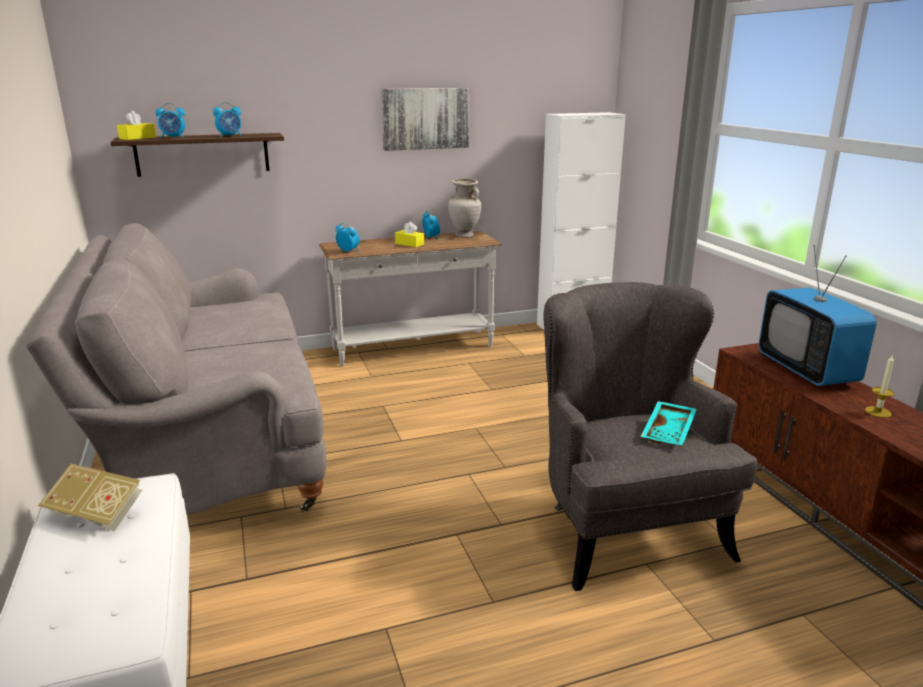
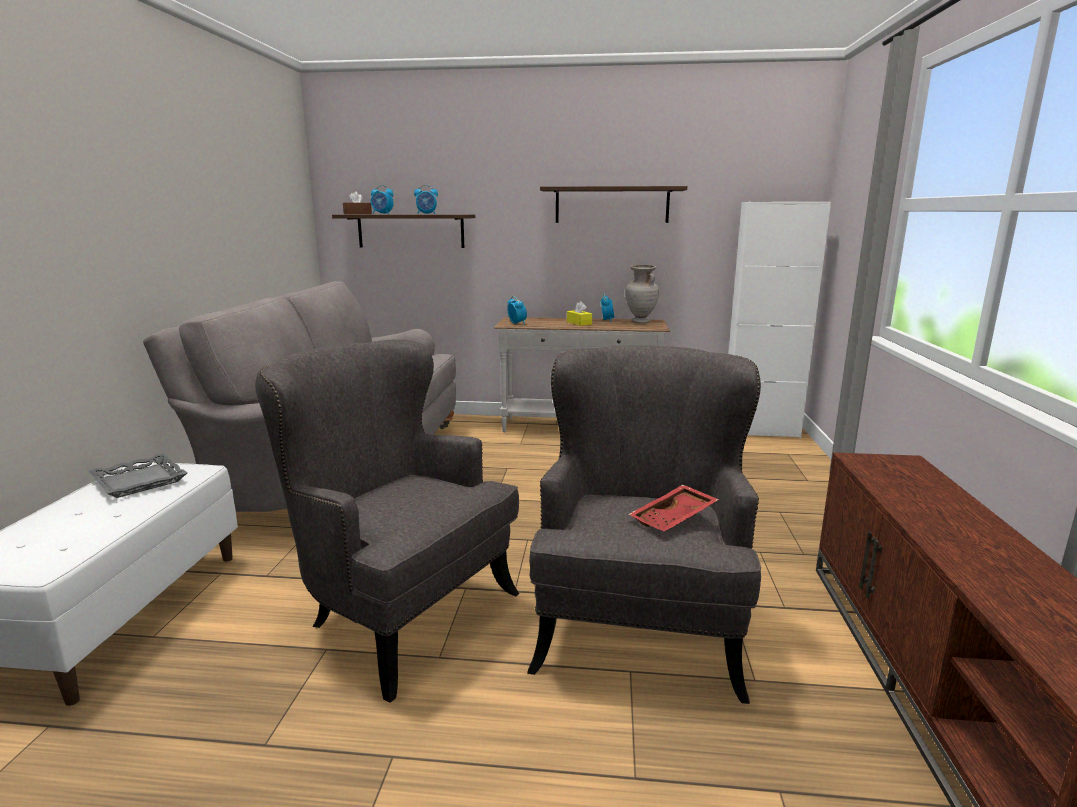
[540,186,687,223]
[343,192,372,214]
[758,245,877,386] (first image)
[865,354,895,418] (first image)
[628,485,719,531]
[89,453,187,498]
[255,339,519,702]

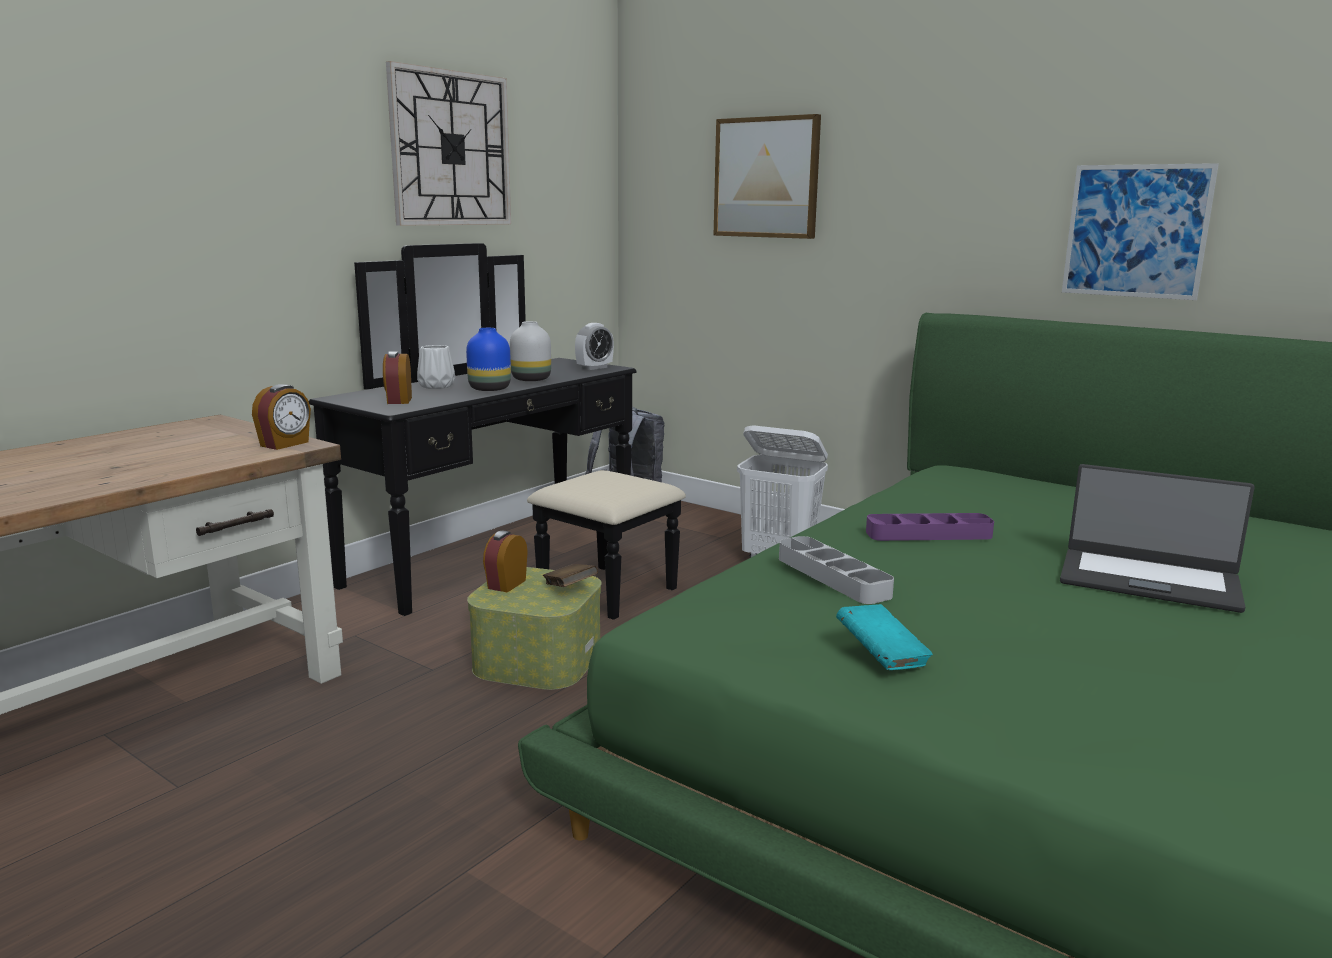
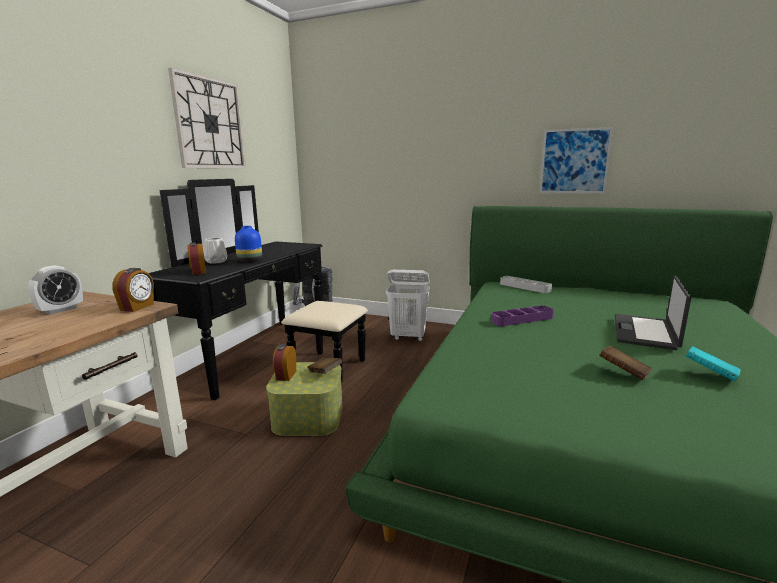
[714,114,821,239] (first image)
[510,321,551,381] (first image)
[28,265,83,314]
[615,276,692,350]
[500,276,552,293]
[685,346,741,381]
[599,346,652,380]

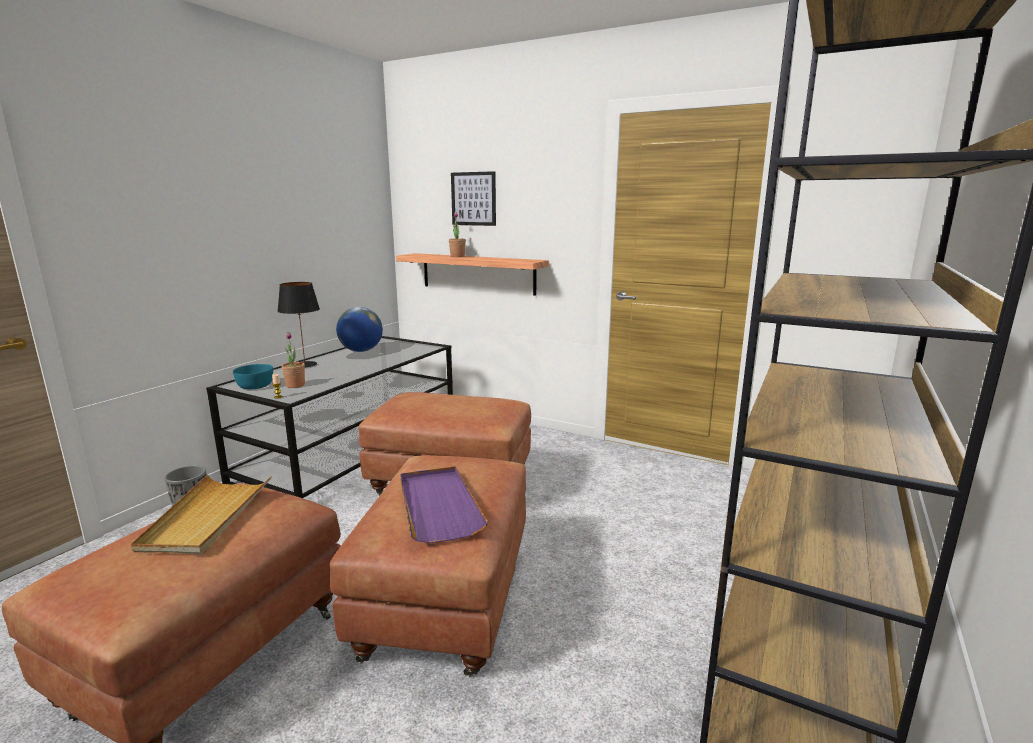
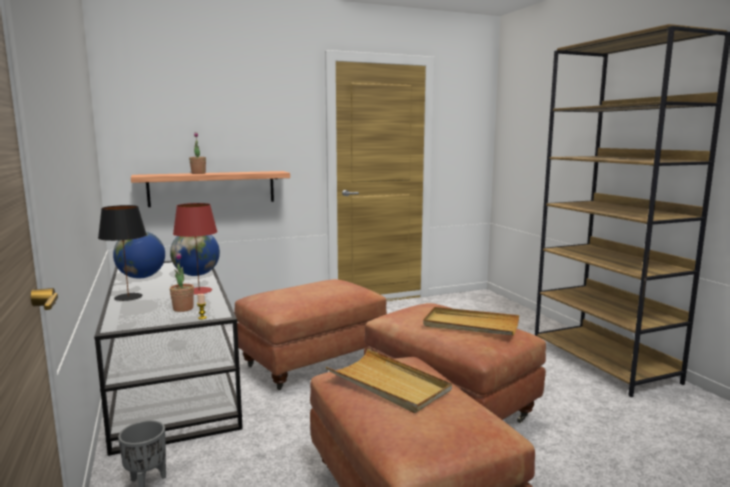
[451,171,496,226] (first image)
[233,364,273,389] (first image)
[423,307,519,336]
[173,203,218,294]
[170,235,220,276]

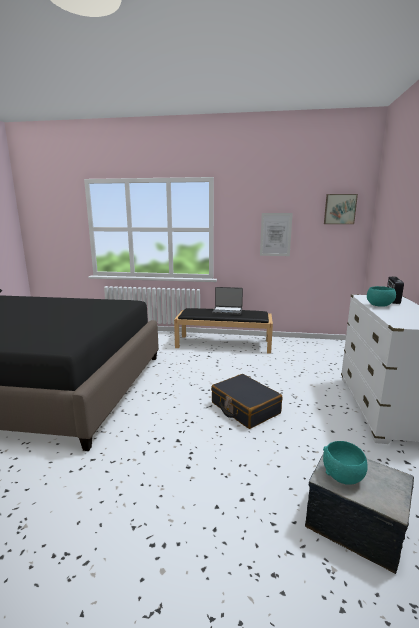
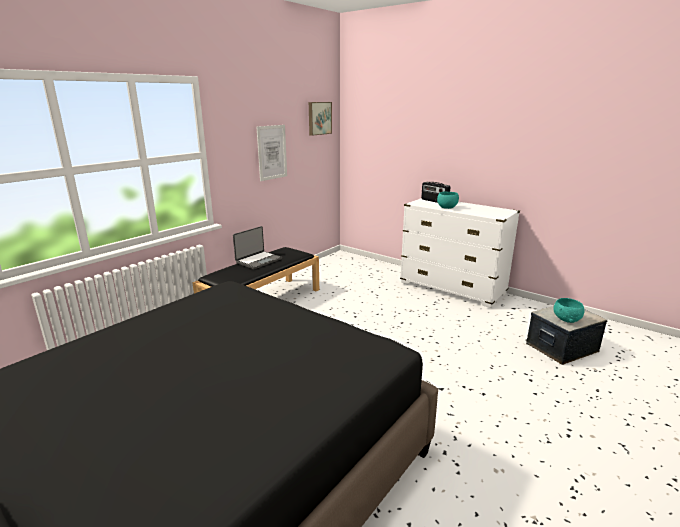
[211,374,282,429] (first image)

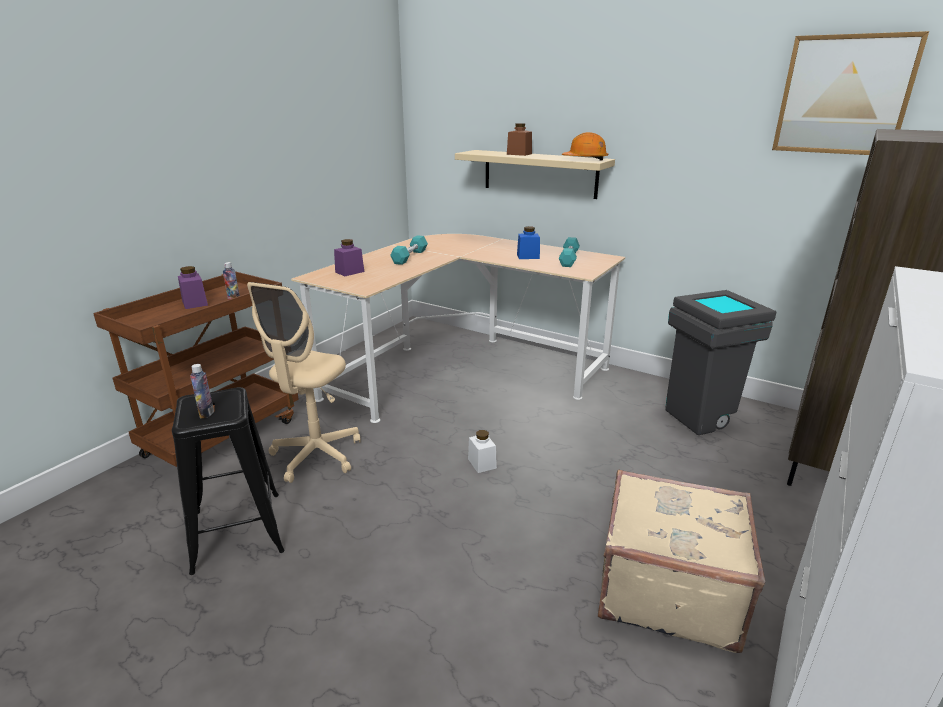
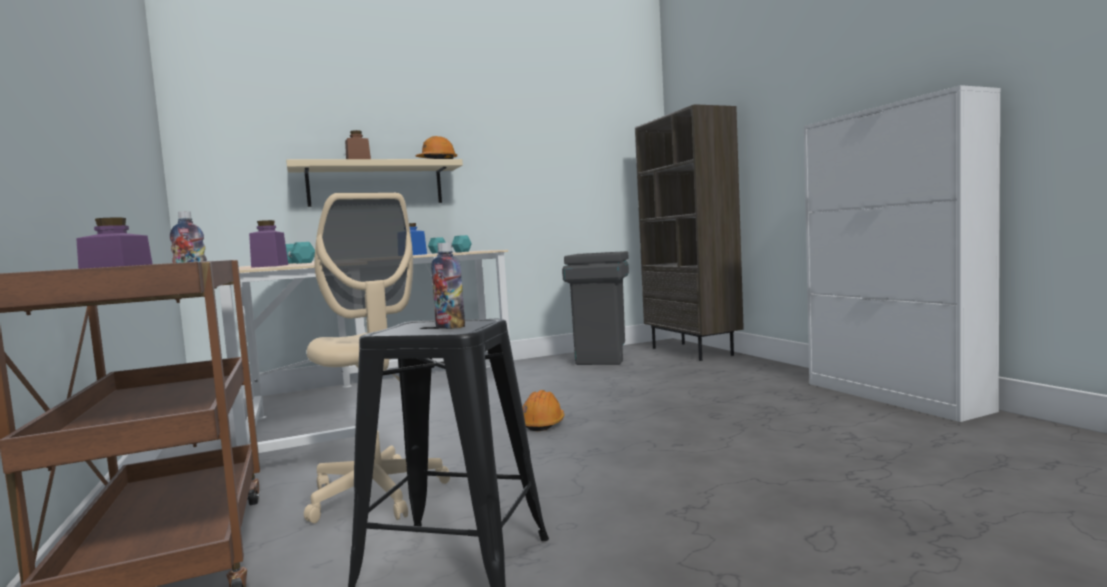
[772,31,929,155] (first image)
[522,390,565,431]
[598,470,766,653] (first image)

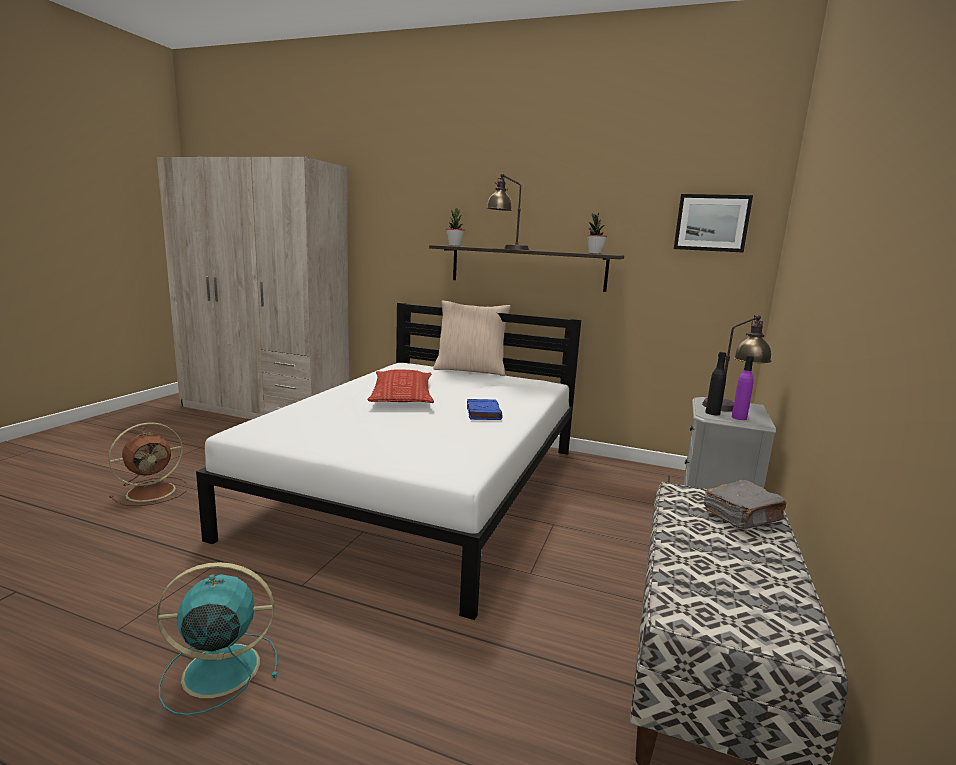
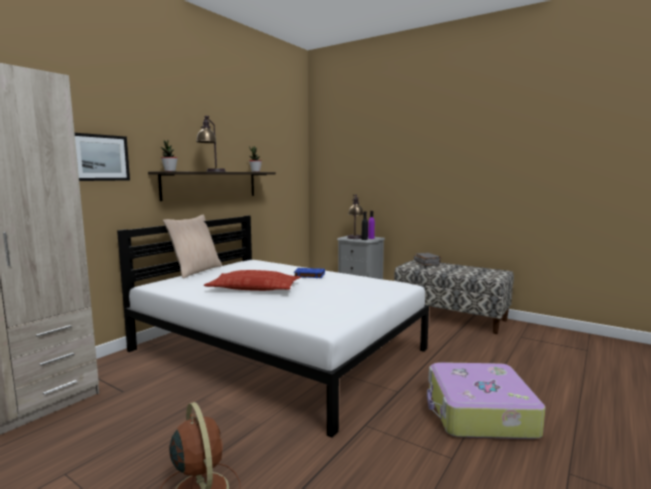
[75,133,130,181]
[427,362,546,439]

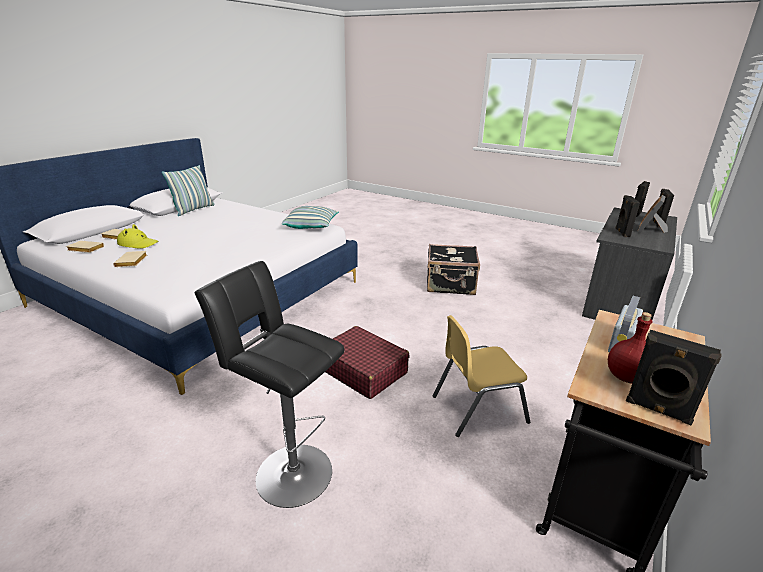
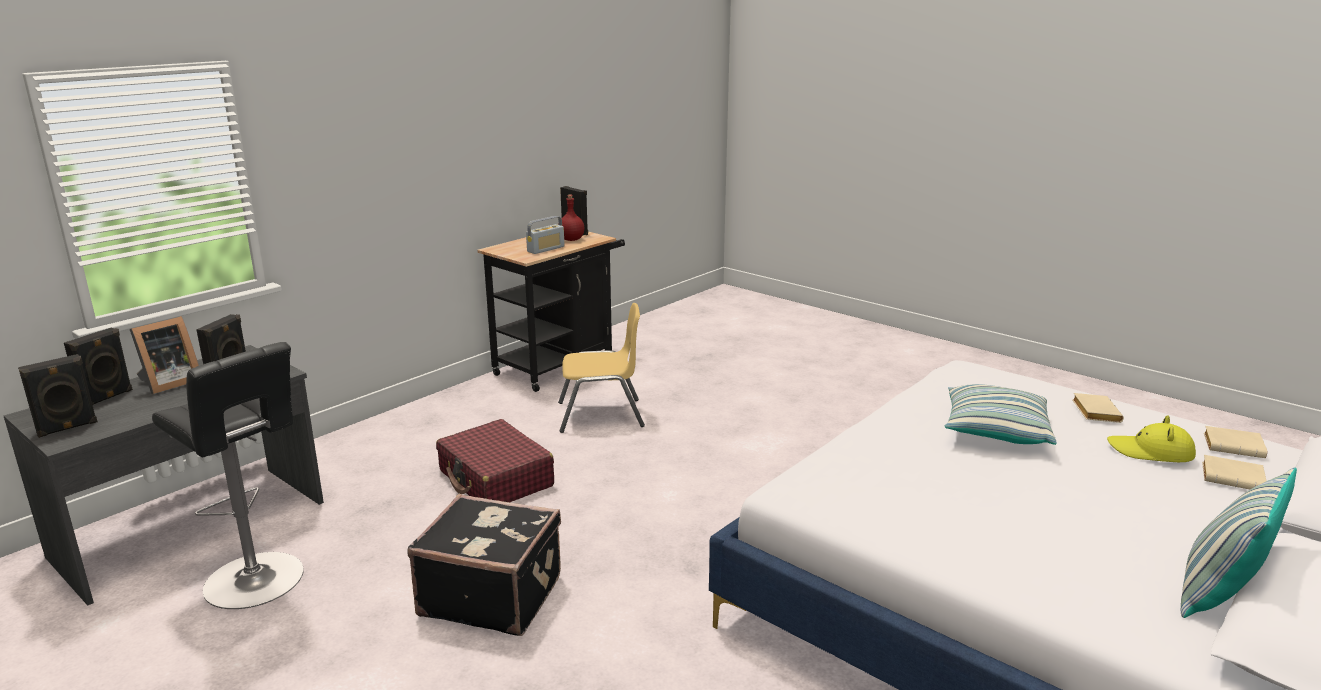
[945,384,1057,445]
[152,342,304,609]
[436,419,554,502]

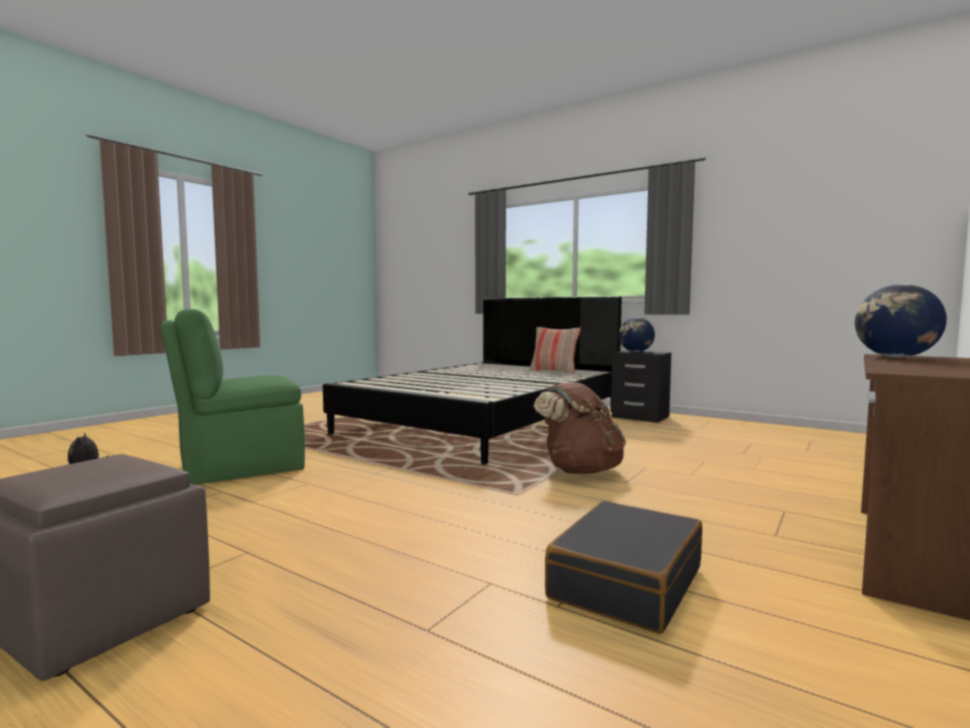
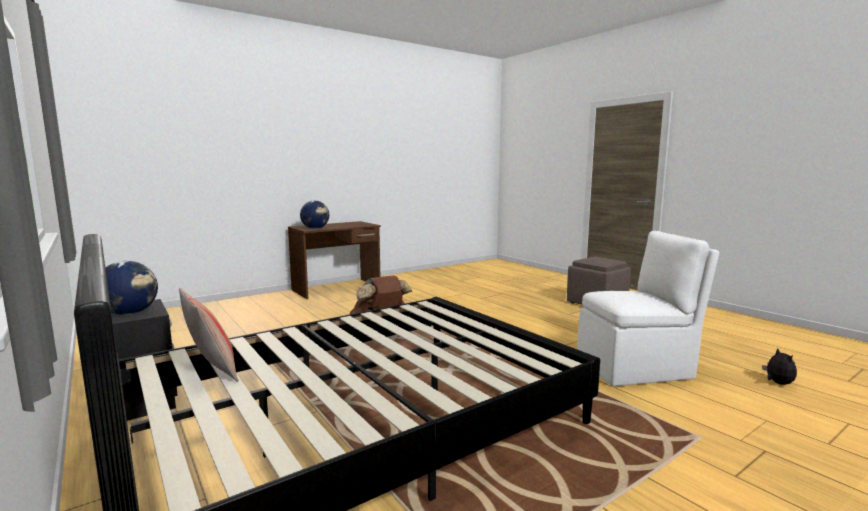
[577,231,719,387]
[545,501,702,634] (first image)

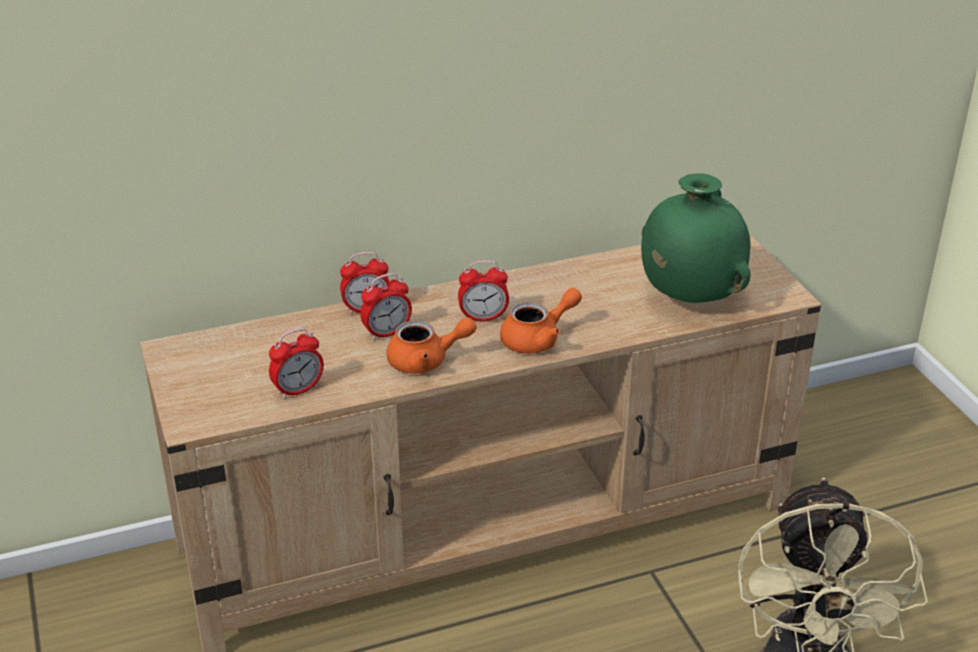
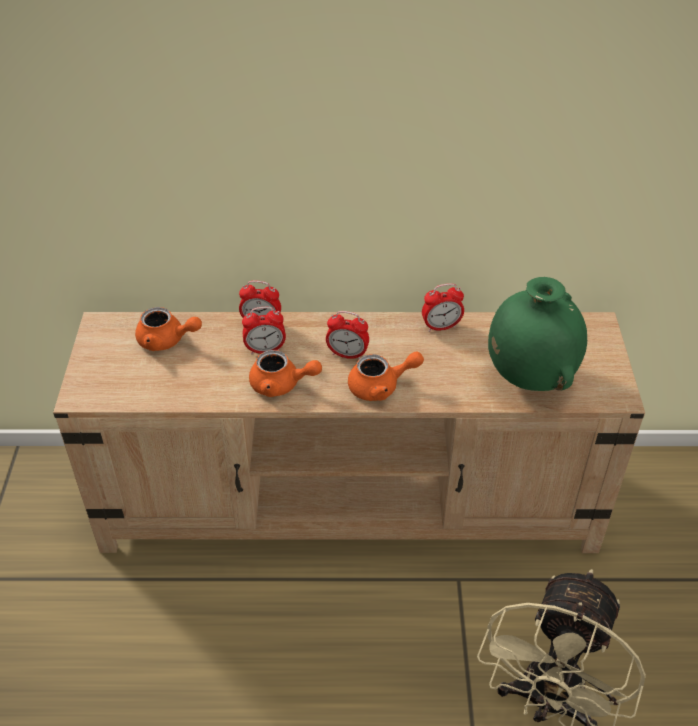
[422,283,464,332]
[135,307,202,351]

